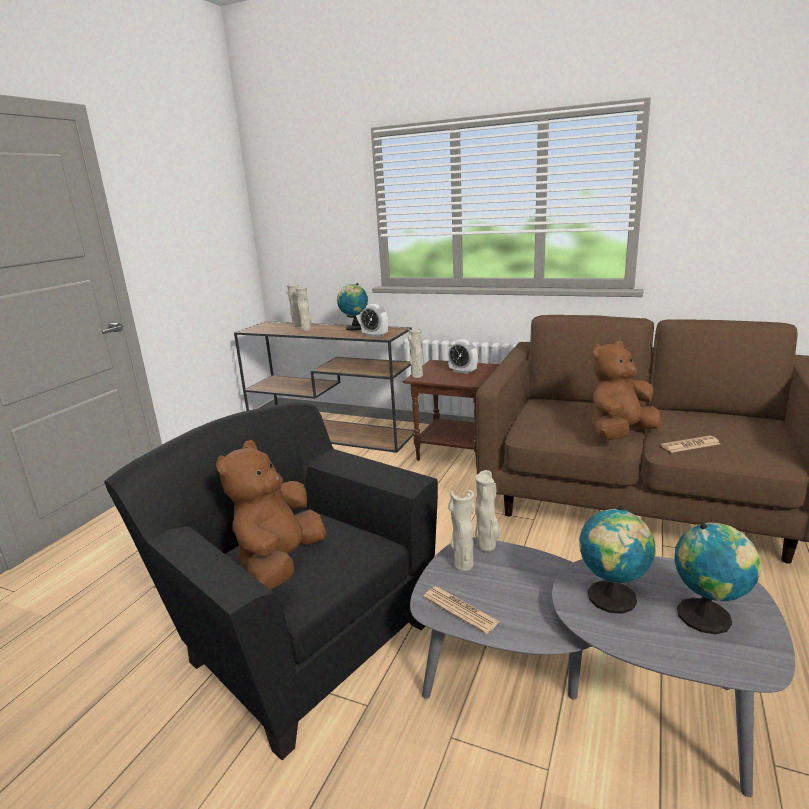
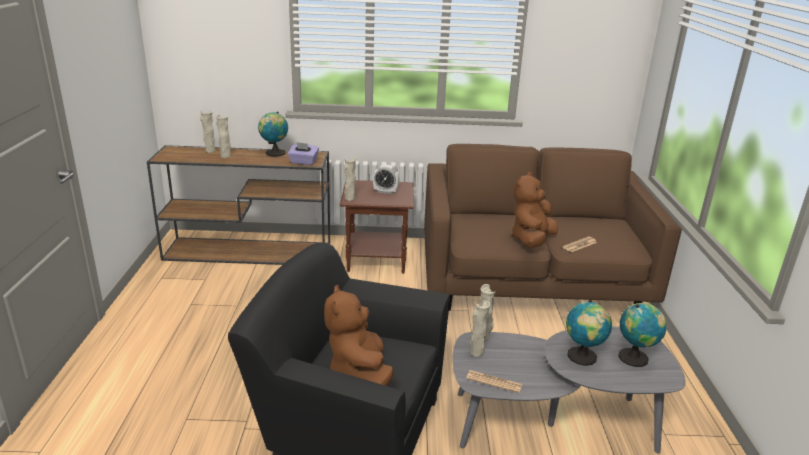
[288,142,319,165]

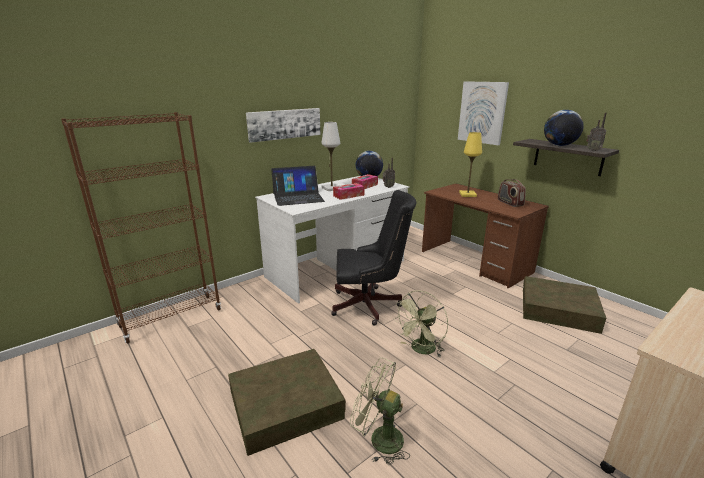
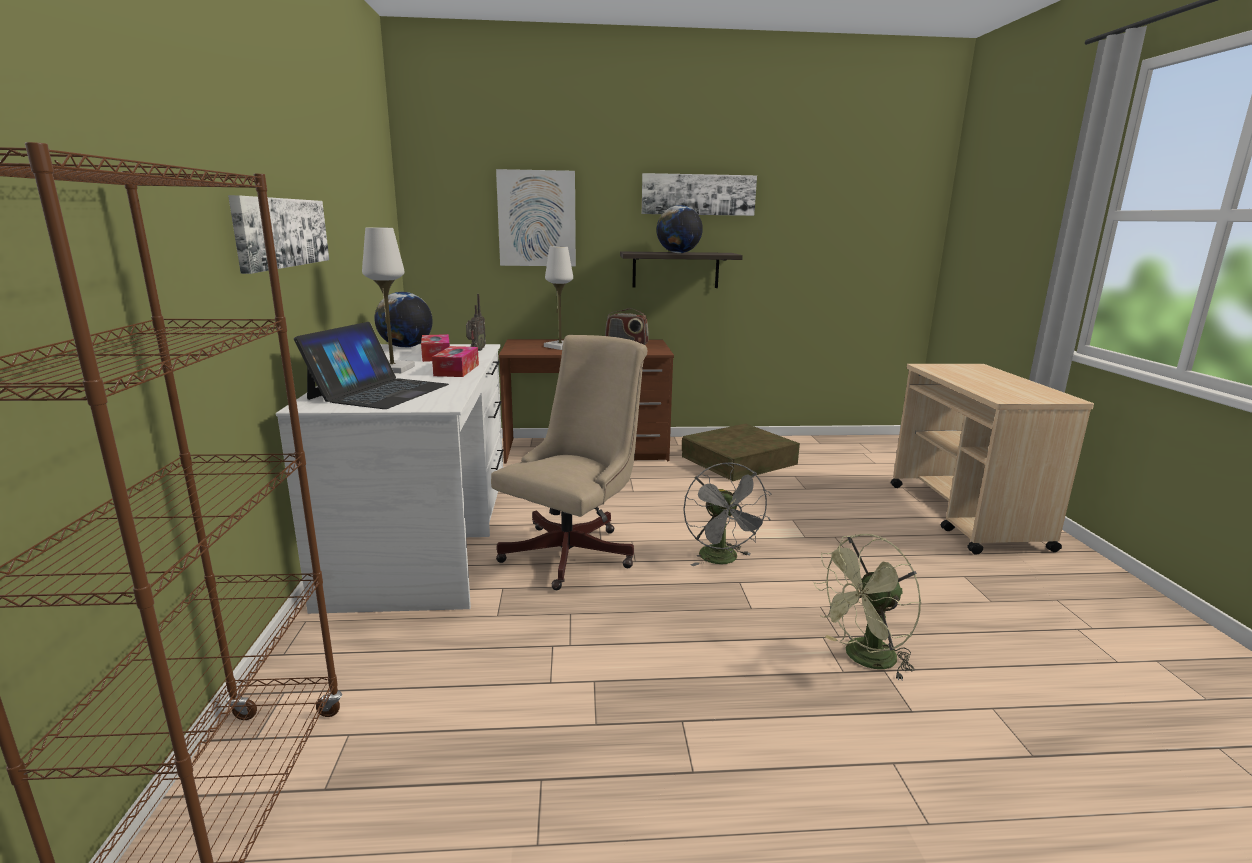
[586,113,607,151] (first image)
[544,246,573,350]
[491,335,647,590]
[683,462,771,566]
[228,349,346,456] (first image)
[642,173,757,216]

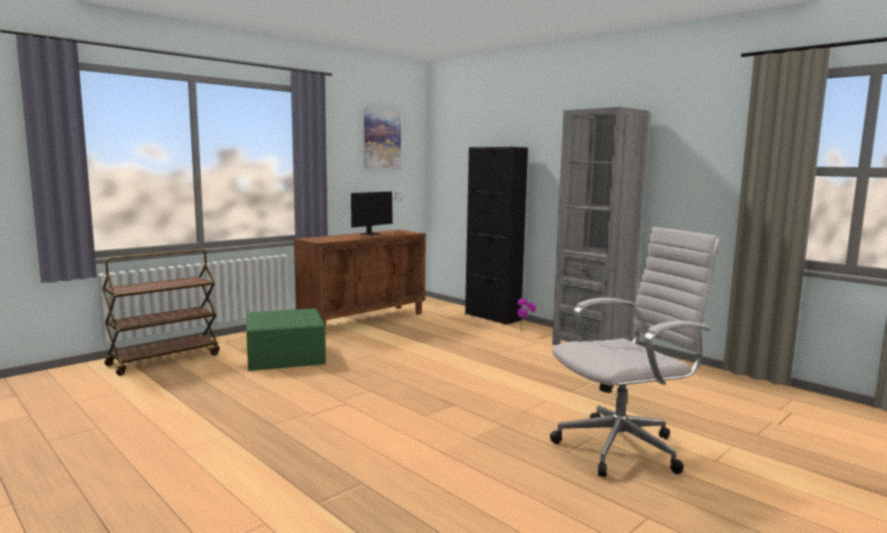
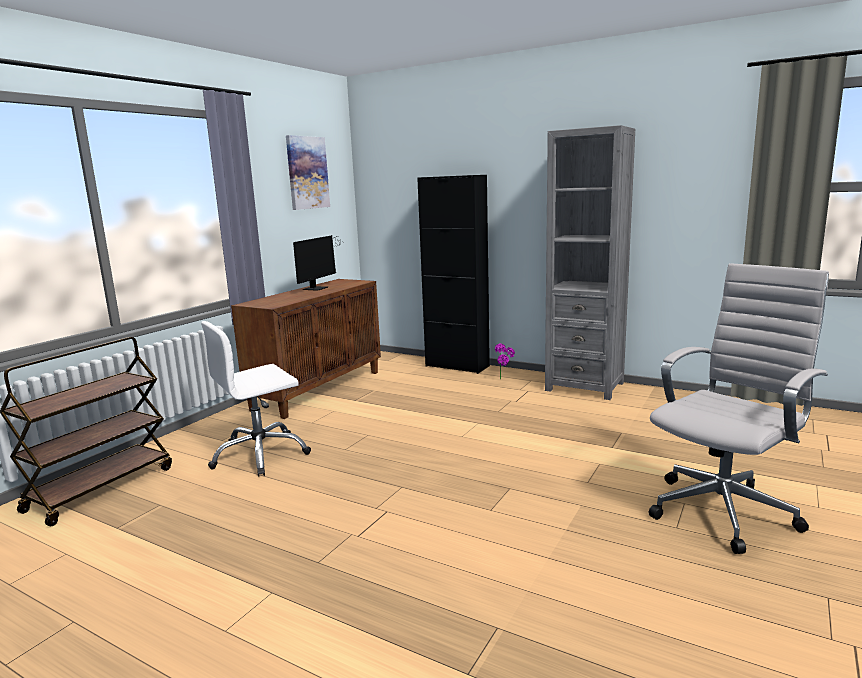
[201,321,311,477]

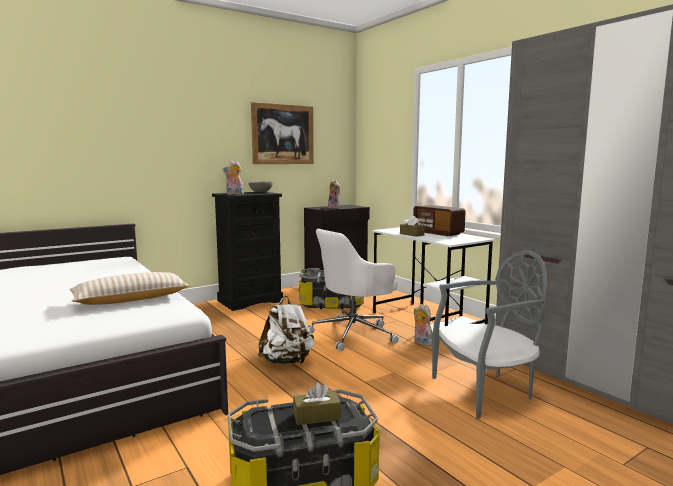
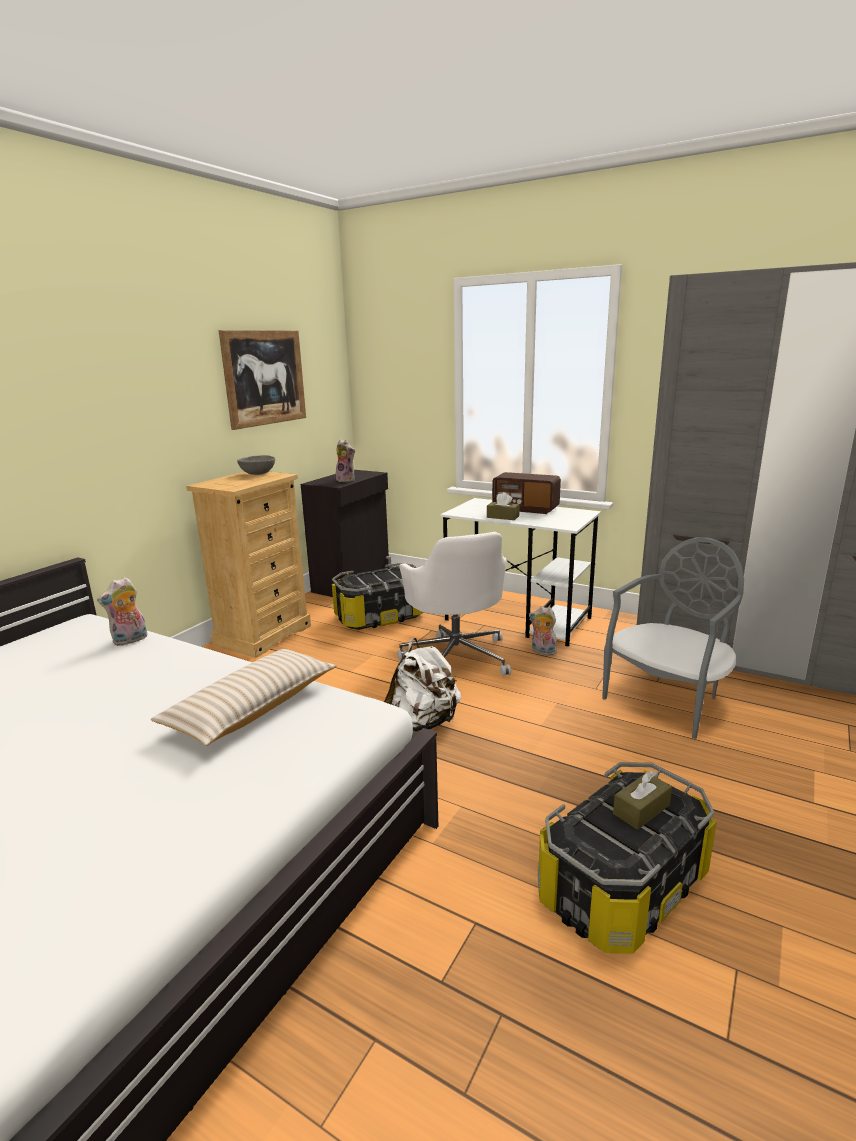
[97,577,147,646]
[186,472,311,658]
[397,532,511,676]

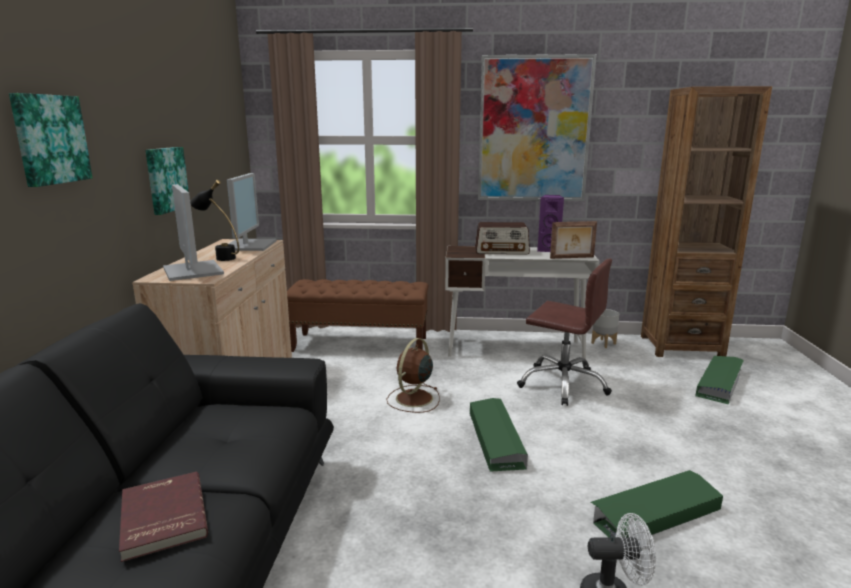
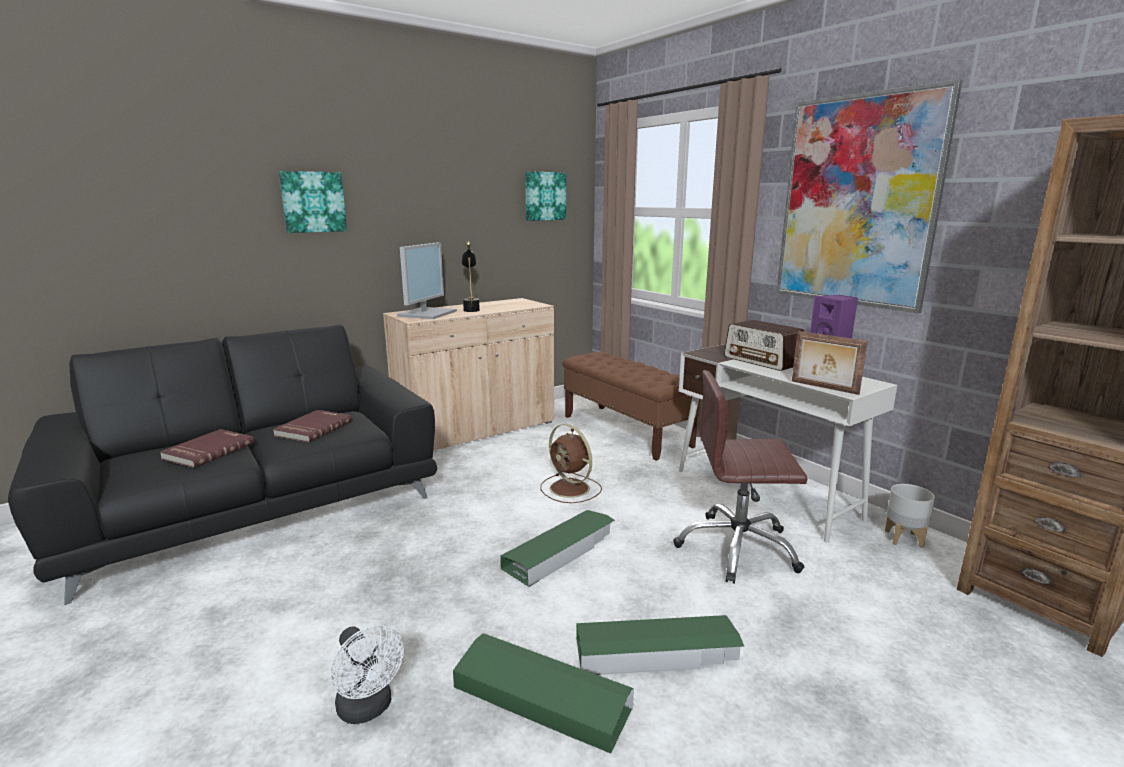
[525,171,566,221]
[227,173,277,251] (first image)
[673,370,808,584]
[540,424,602,503]
[576,615,744,675]
[273,410,352,442]

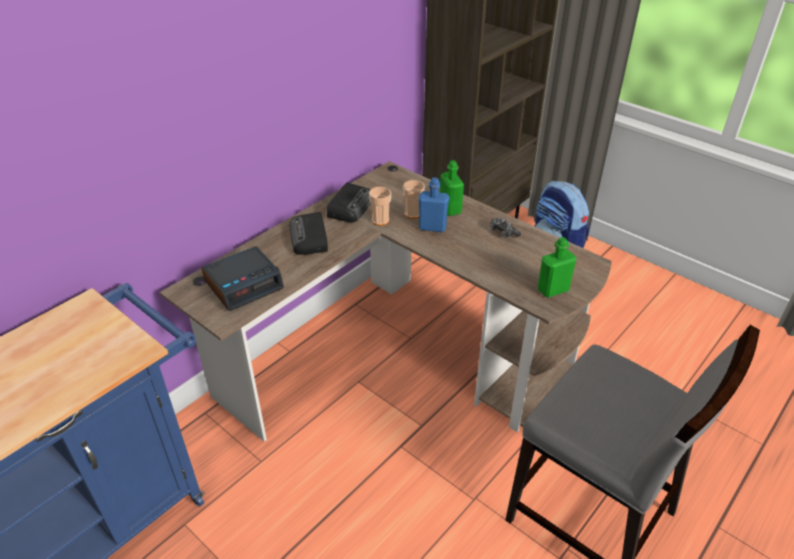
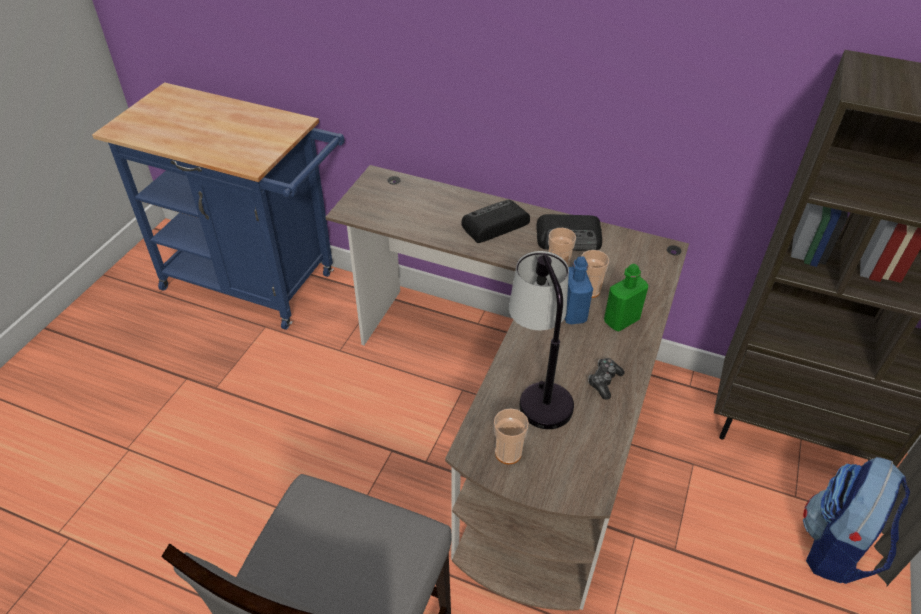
[494,408,529,464]
[201,246,284,311] (first image)
[509,251,574,429]

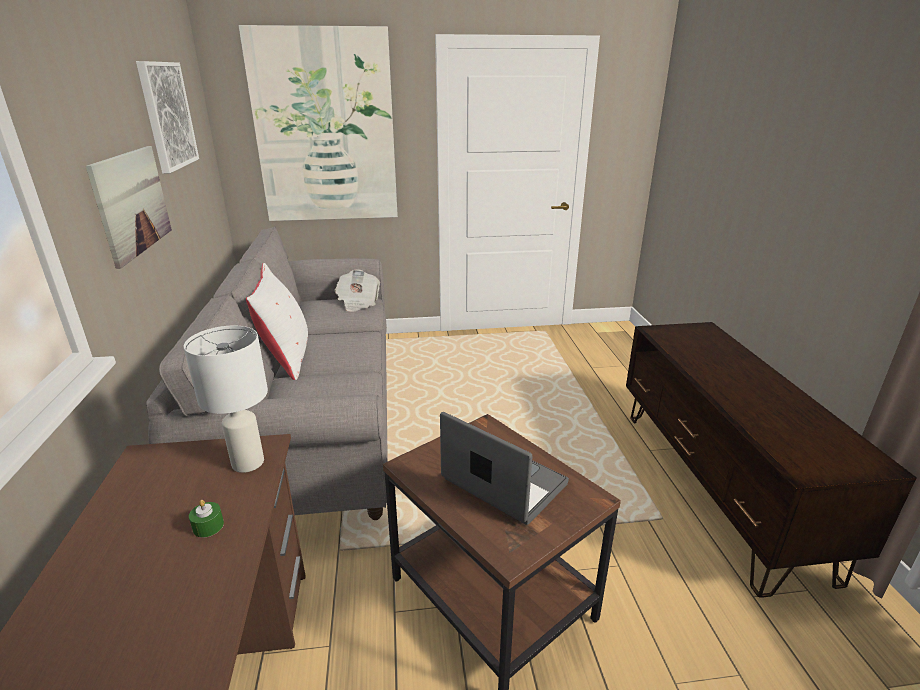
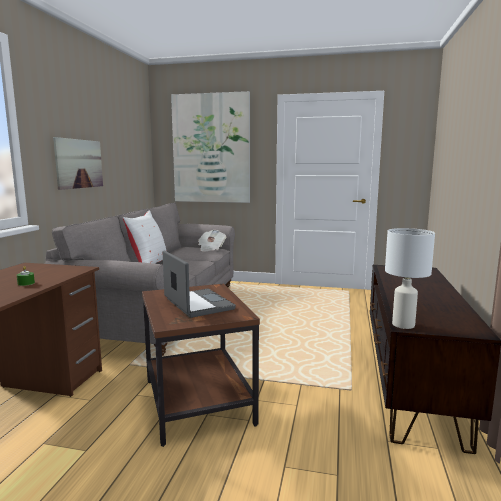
[136,61,199,174] (first image)
[385,228,435,329]

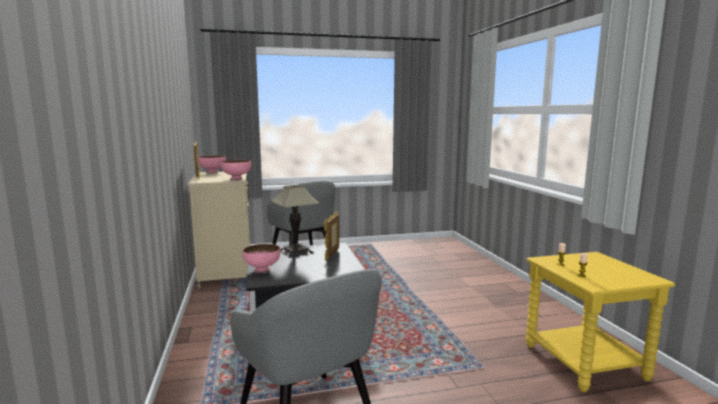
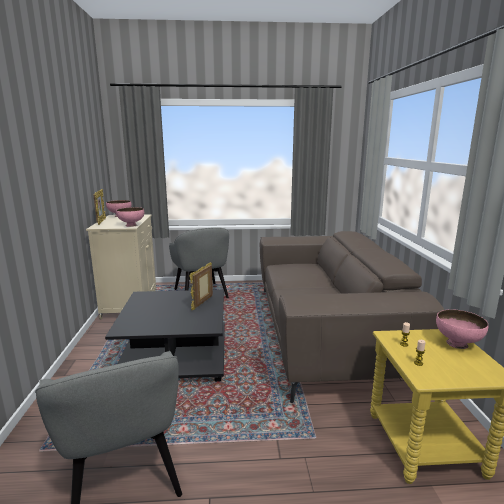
[271,185,320,258] (first image)
[436,309,488,349]
[260,231,444,403]

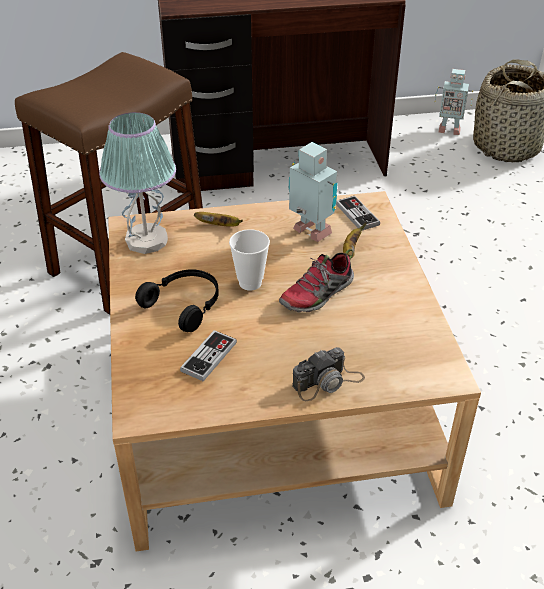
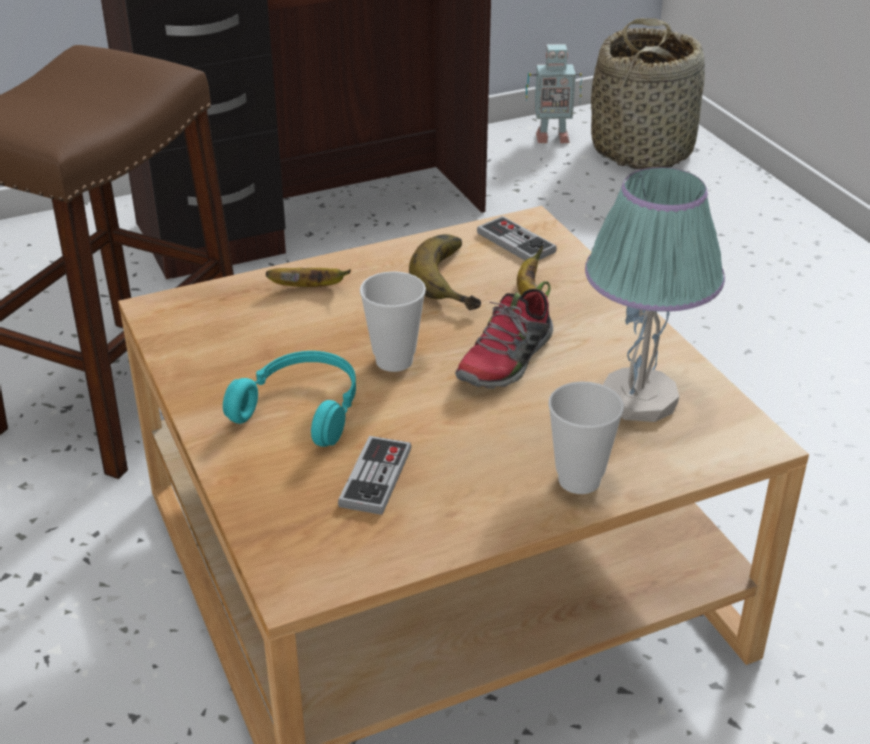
[585,167,725,422]
[409,234,481,310]
[223,351,356,447]
[549,381,624,494]

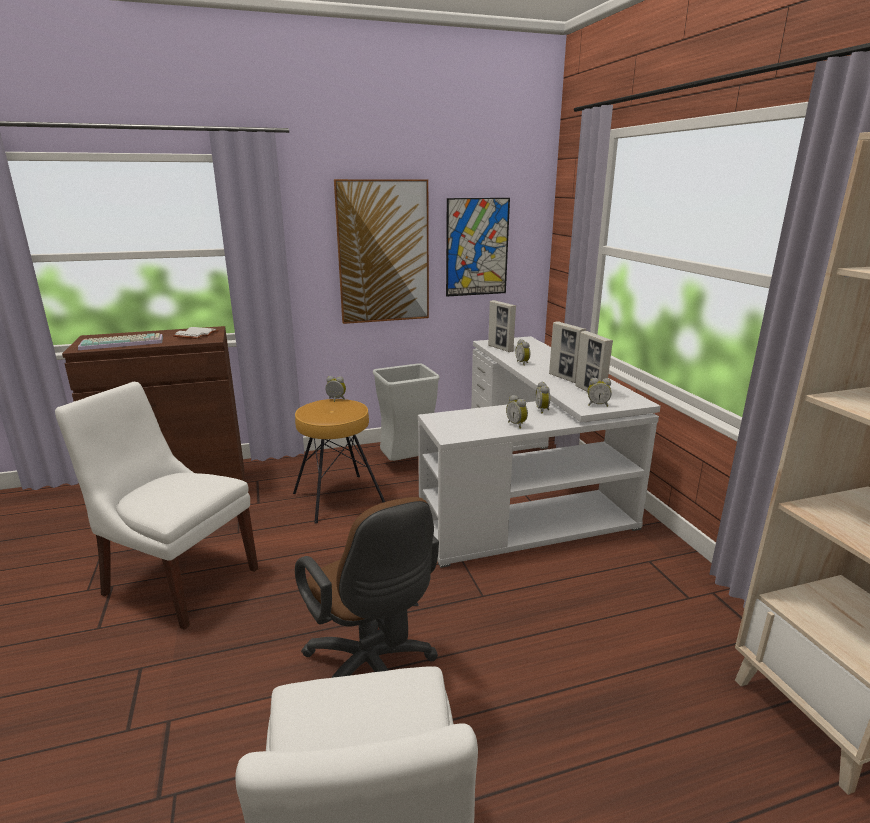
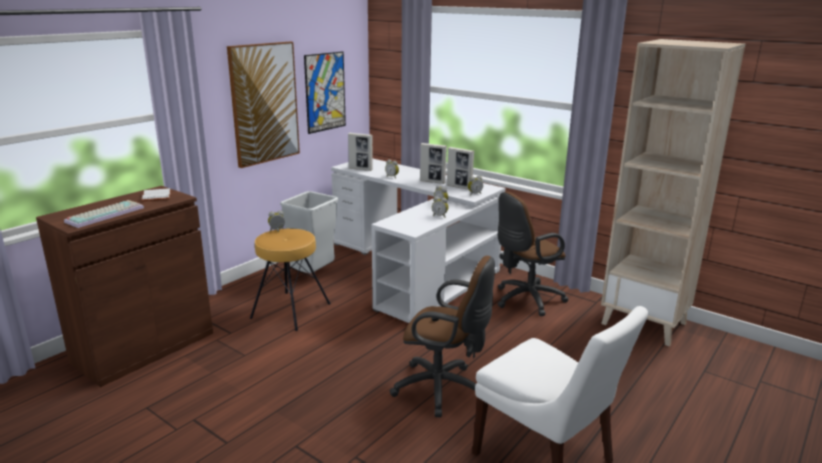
[55,382,258,630] (first image)
[498,192,568,316]

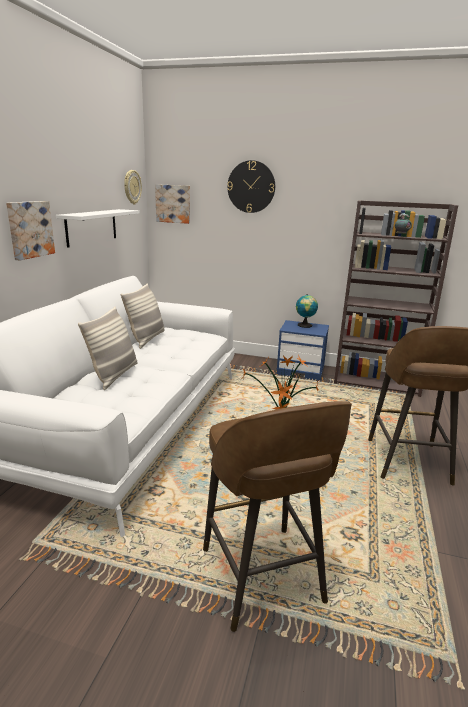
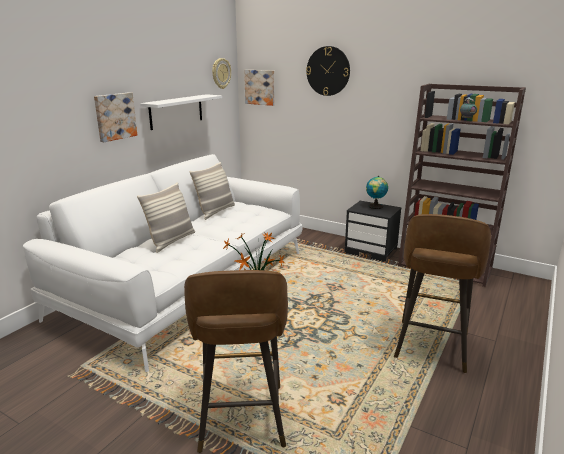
[345,201,402,262]

